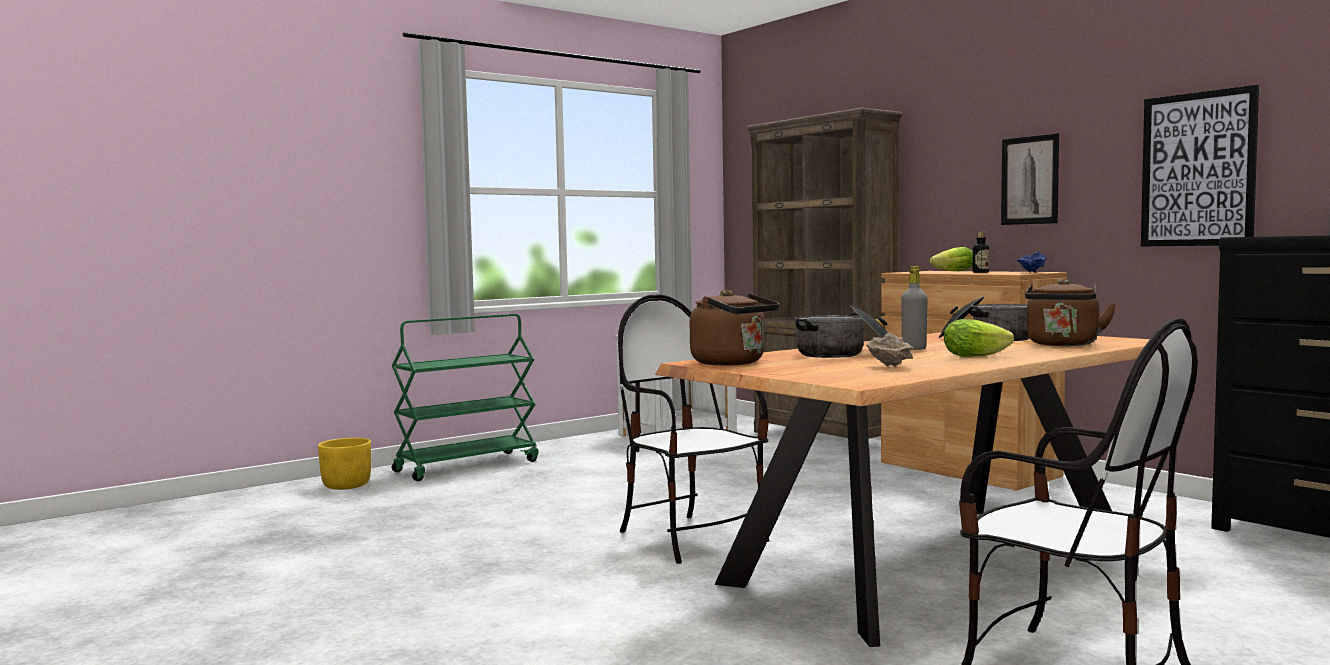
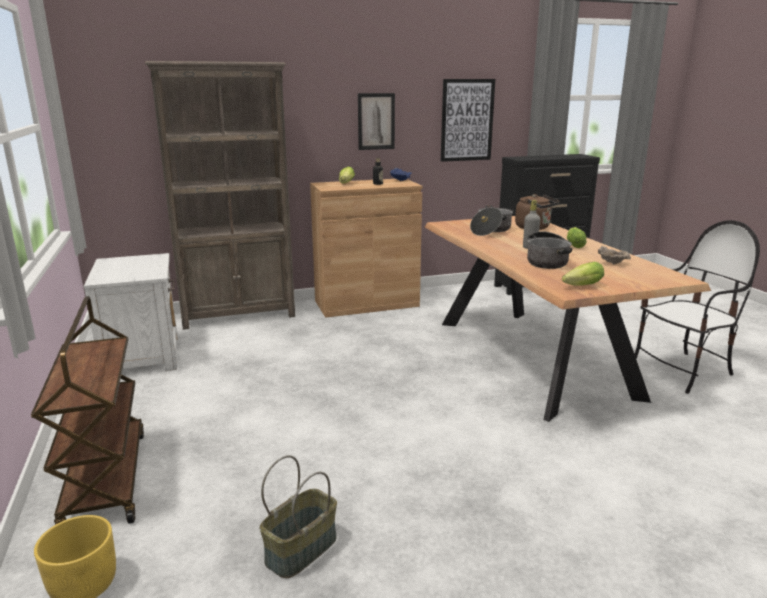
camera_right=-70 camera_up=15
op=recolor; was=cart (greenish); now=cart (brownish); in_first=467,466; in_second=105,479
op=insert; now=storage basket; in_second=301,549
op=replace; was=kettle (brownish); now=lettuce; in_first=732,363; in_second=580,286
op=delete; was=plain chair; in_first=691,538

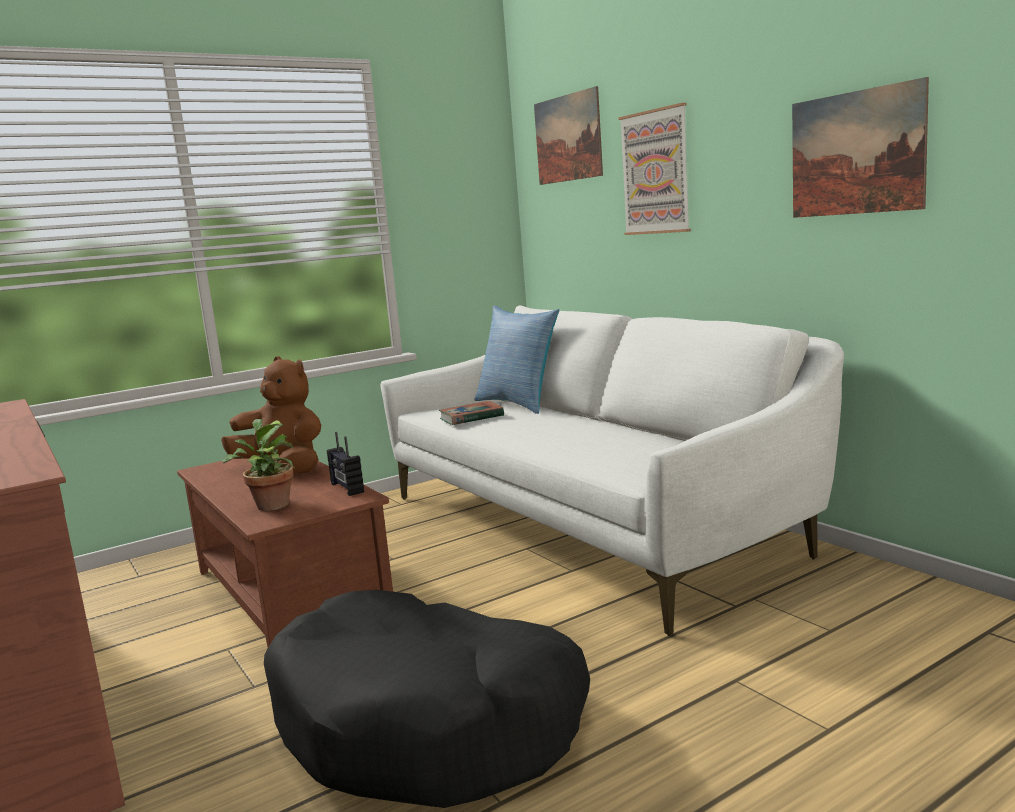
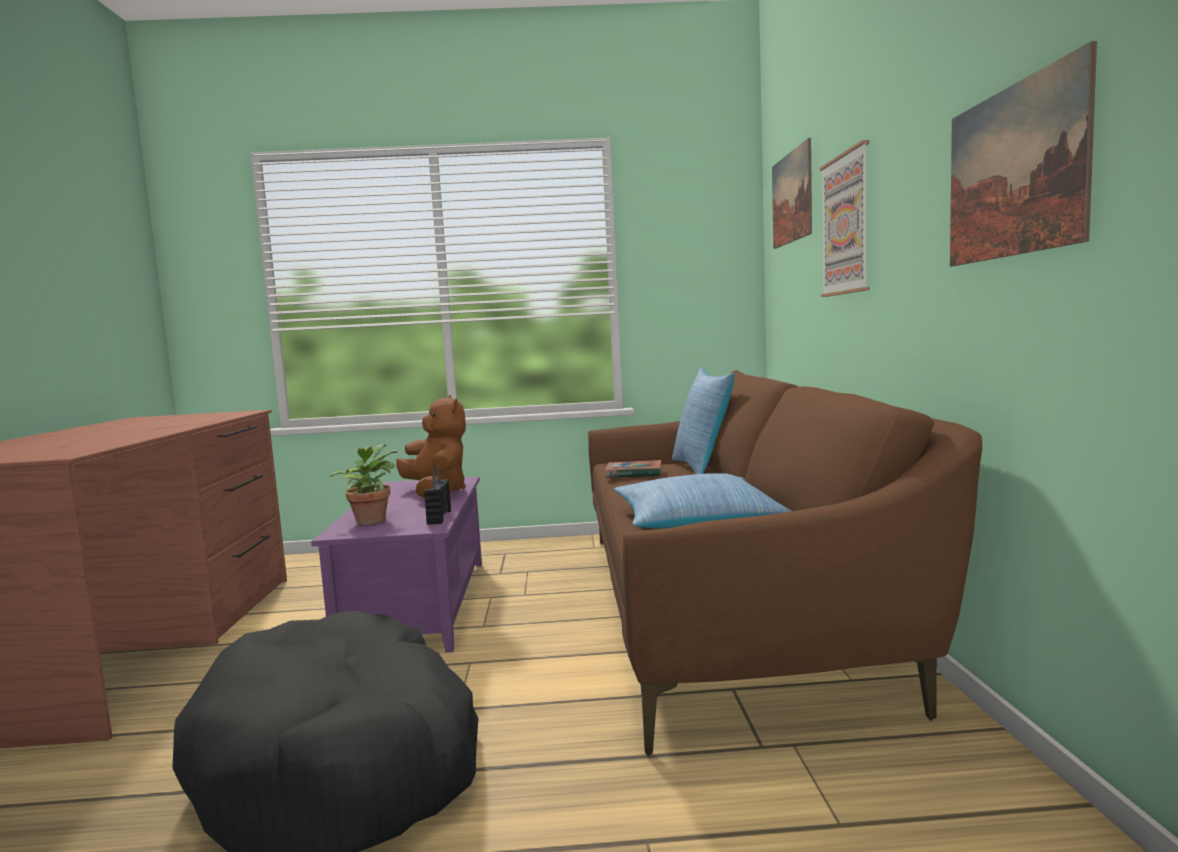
camera_right=30 camera_up=-5
op=recolor; was=coffee table (brownish); now=coffee table (purple); in_first=292,594; in_second=420,605
op=recolor; was=sofa (white); now=sofa (brownish); in_first=588,524; in_second=724,606
op=insert; now=pillow; in_second=695,521

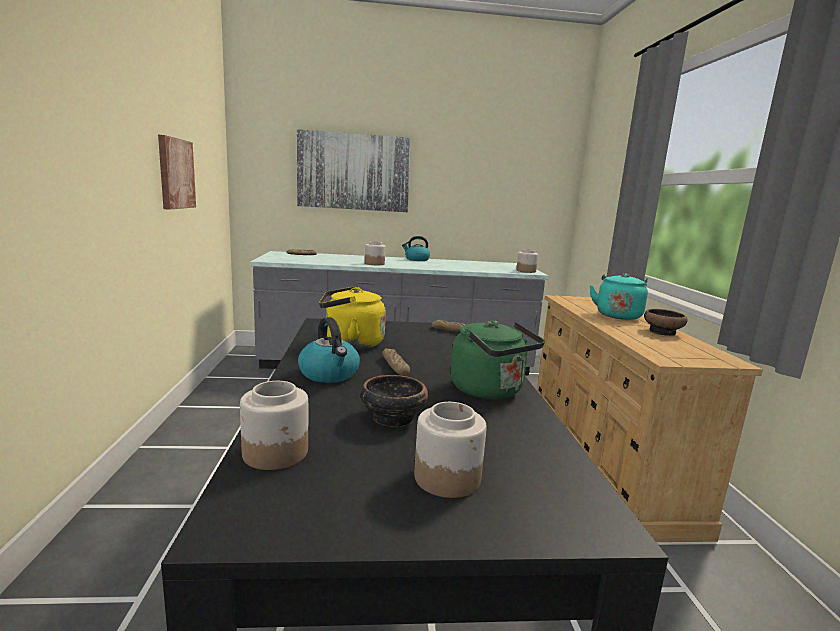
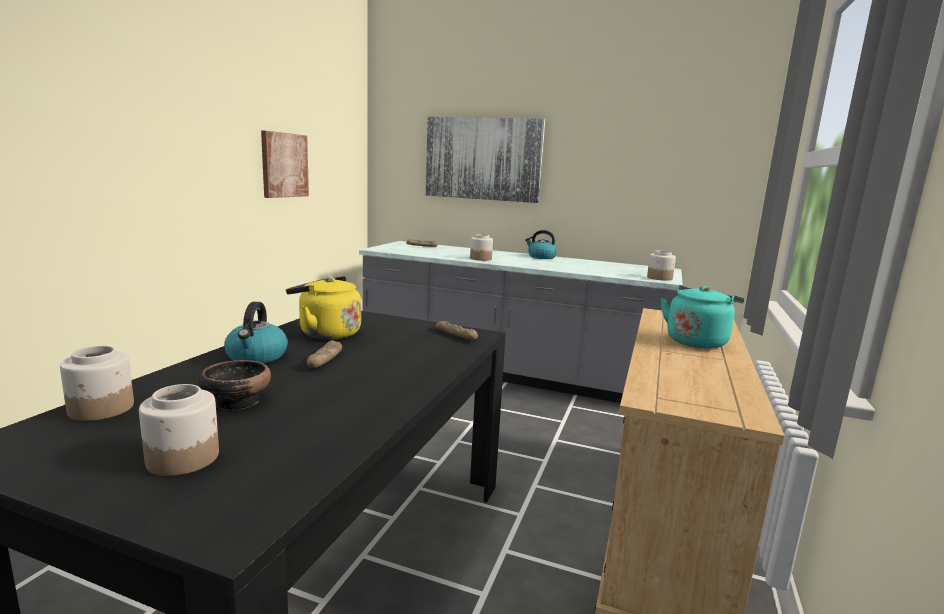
camera_right=25 camera_up=0
op=delete; was=kettle (greenish); in_first=490,391
op=delete; was=serving bowl; in_first=662,332

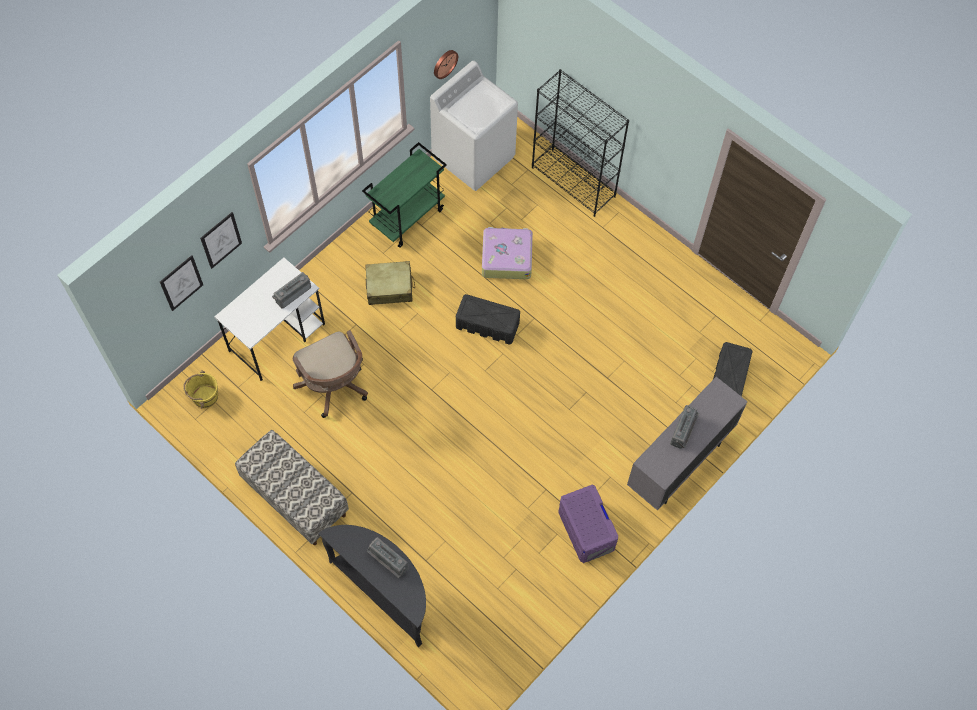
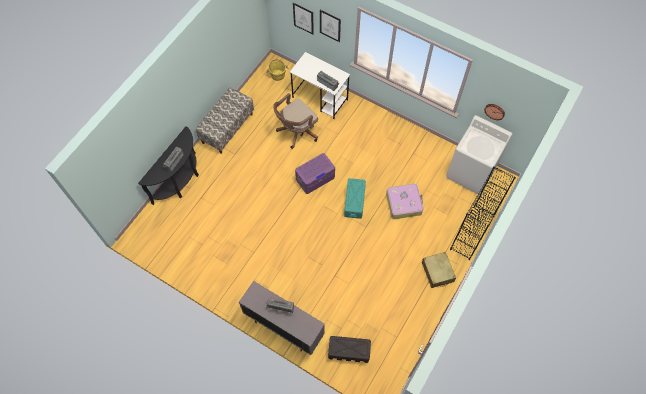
camera_right=80 camera_up=0
op=move; was=storage box (purple); in_first=586,529; in_second=315,178
op=recolor; was=storage box (black-coloured); now=storage box (blue-green); in_first=488,325; in_second=354,202
op=move; was=suitcase (beige-coloured); in_first=390,287; in_second=437,272
op=delete; was=cart (greenish); in_first=407,217

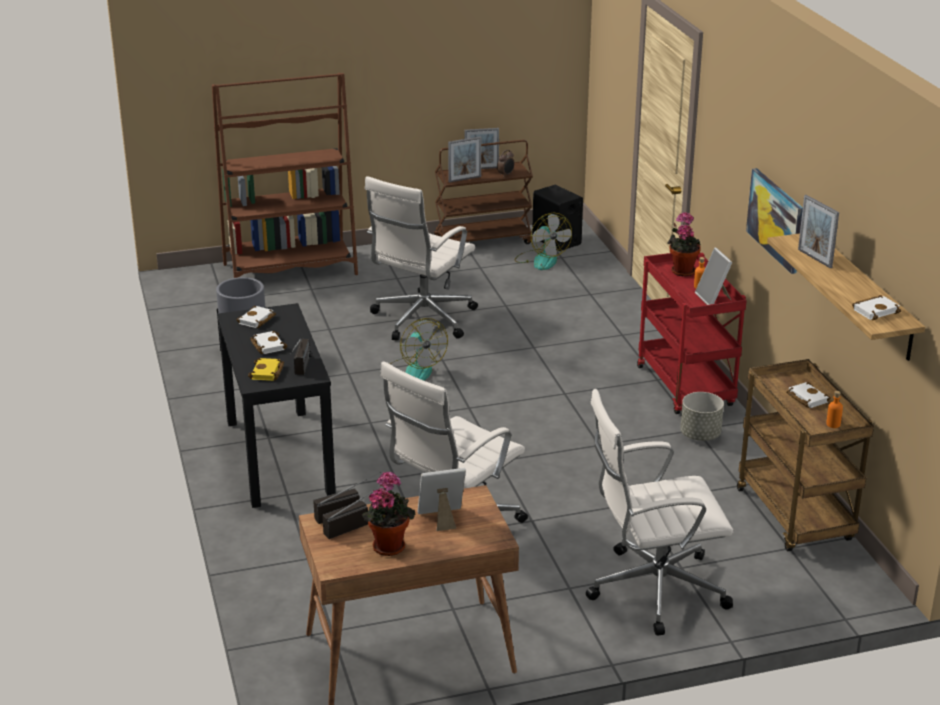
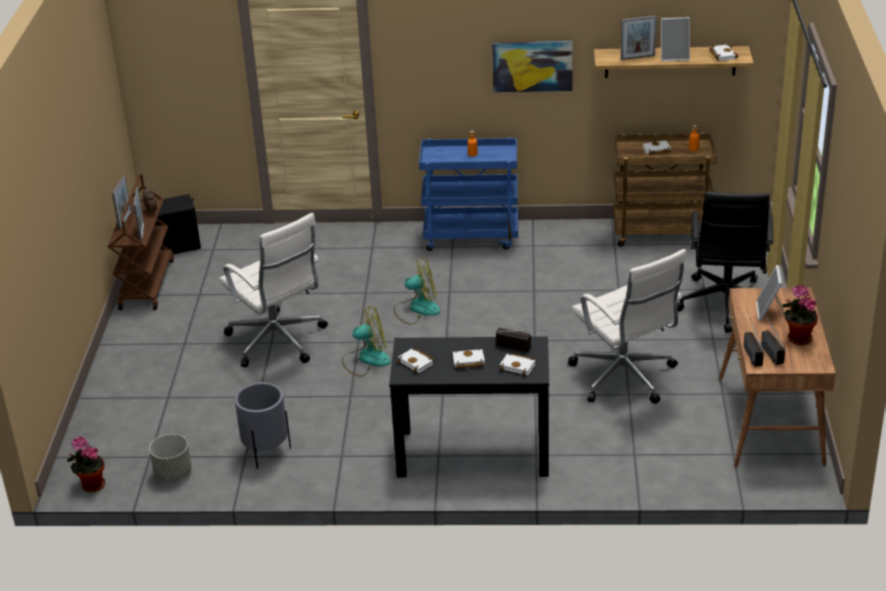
camera_right=-70 camera_up=5
op=move; was=plant in a pot; in_first=682,270; in_second=91,485
op=move; was=flower pot (grey); in_first=700,435; in_second=173,474
op=move; was=electric fan; in_first=541,259; in_second=417,309
op=recolor; was=cart (reddish); now=cart (bluish); in_first=686,388; in_second=472,236
op=recolor; was=volume (yellow); now=volume (white); in_first=267,373; in_second=518,366
op=move; was=photo frame; in_first=713,299; in_second=674,56
op=recolor; was=desk chair (white); now=desk chair (black-coloured); in_first=652,589; in_second=725,305
op=delete; was=bookcase (brownish); in_first=290,270

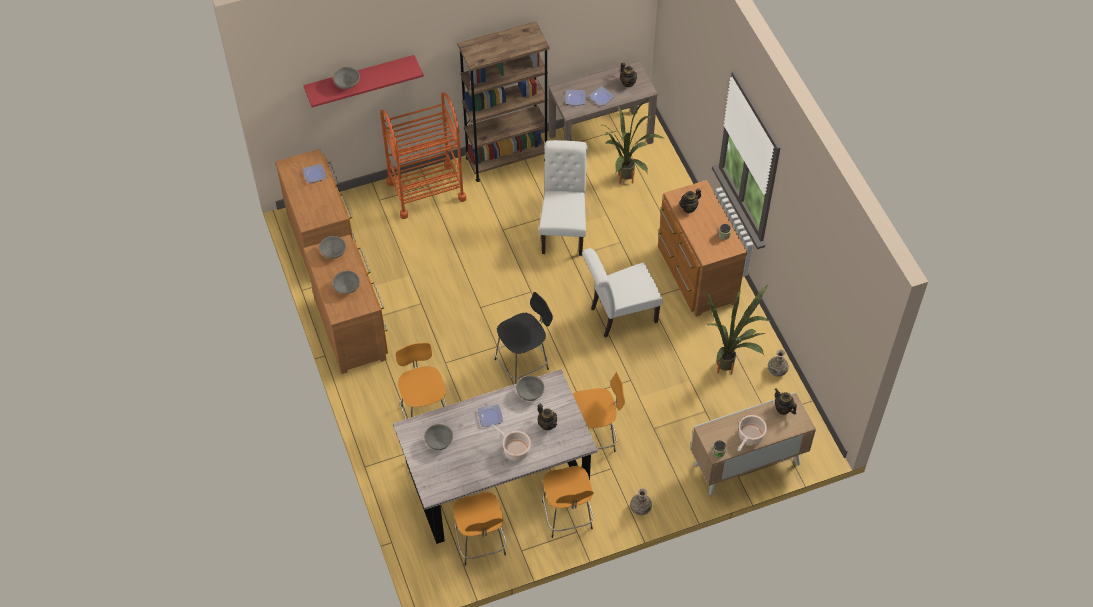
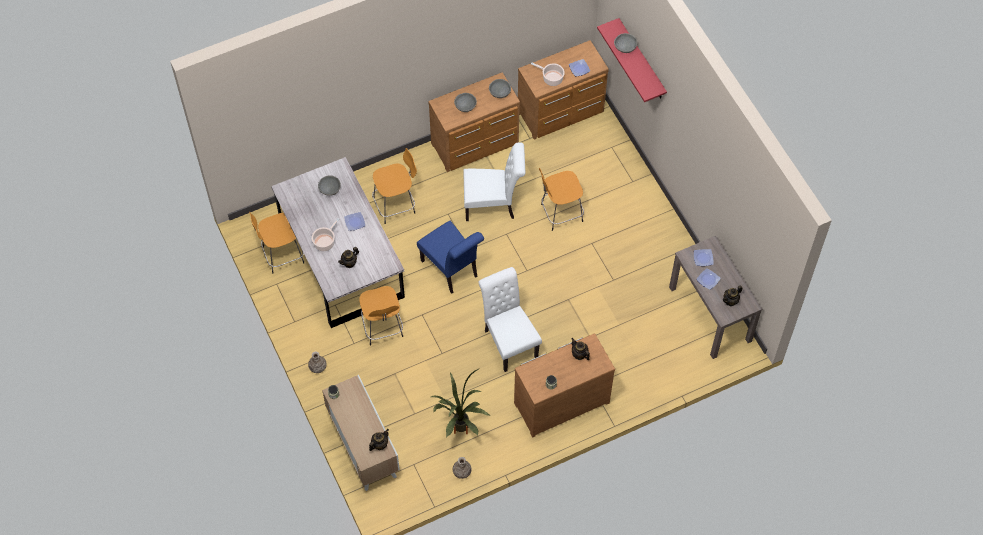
camera_right=85 camera_up=5
op=replace; was=stool seat (black-coloured); now=plain chair (bluish); in_first=523,363; in_second=452,270
op=move; was=plain chair (white); in_first=563,229; in_second=493,205
op=move; was=stockpot; in_first=750,436; in_second=551,78
op=move; was=stool seat (orangey); in_first=567,517; in_second=560,213
op=delete; was=cart (orangey); in_first=426,191
op=delete; was=bookcase (brownish); in_first=506,159
op=delete; was=serving bowl (grey); in_first=530,393
op=delete; was=plant in a pot; in_first=624,182

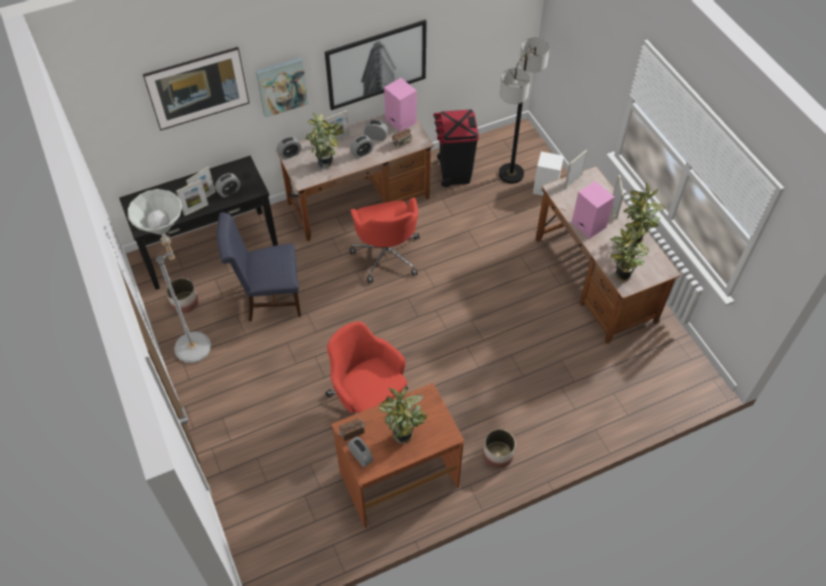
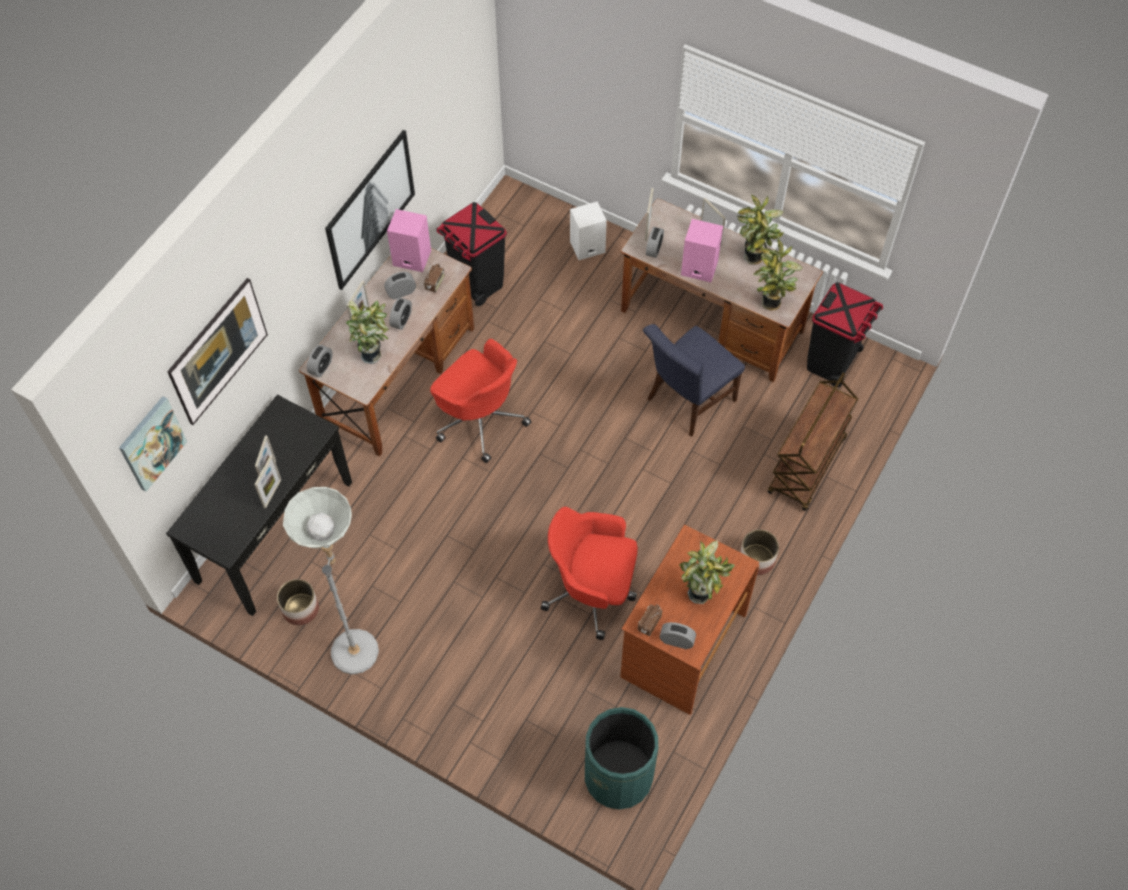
camera_right=-35 camera_up=5
op=move; was=wall picture; in_first=282,86; in_second=151,443
op=insert; now=rubbish bin (greenish); in_second=618,776
op=move; was=plain chair (bluish); in_first=268,298; in_second=687,402
op=move; was=table clock; in_first=229,191; in_second=654,249
op=insert; now=cart (brownish); in_second=807,466
op=insert; now=rubbish bin (black-coloured); in_second=832,361
op=delete; was=floor lamp; in_first=511,174

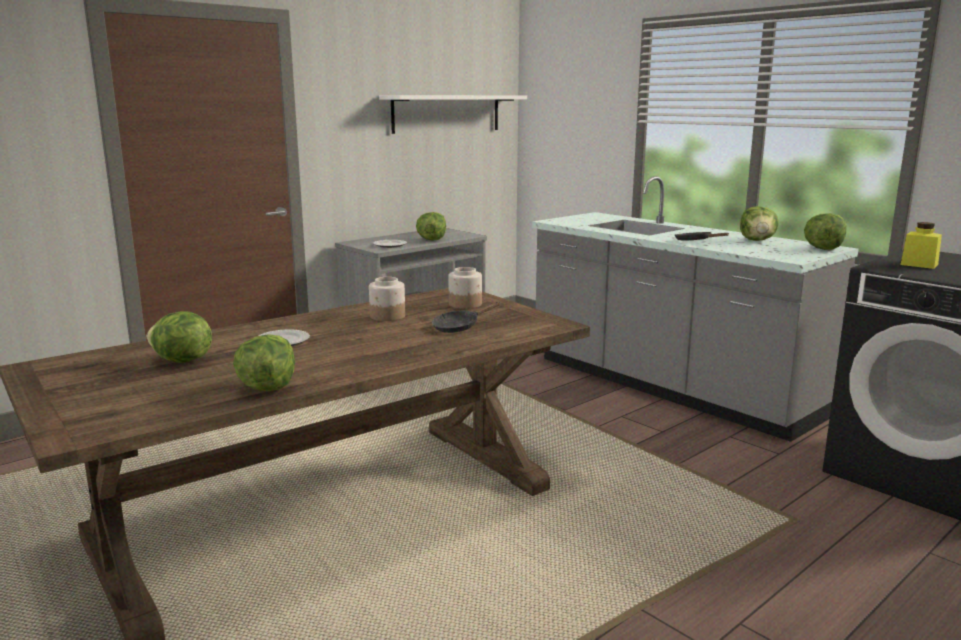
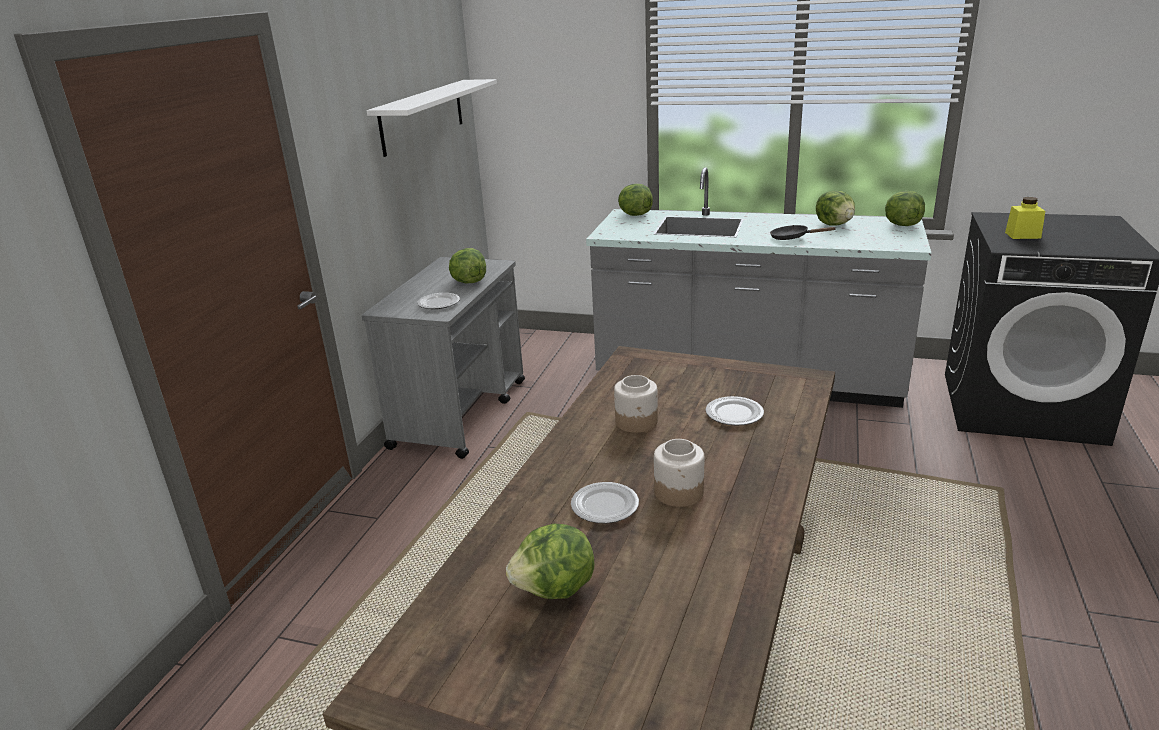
camera_right=-30 camera_up=10
op=move; was=lettuce; in_first=267,388; in_second=634,215
op=move; was=preserve jar; in_first=465,304; in_second=679,492
op=replace; was=pan (black-coloured); now=flat dish; in_first=459,327; in_second=733,414

